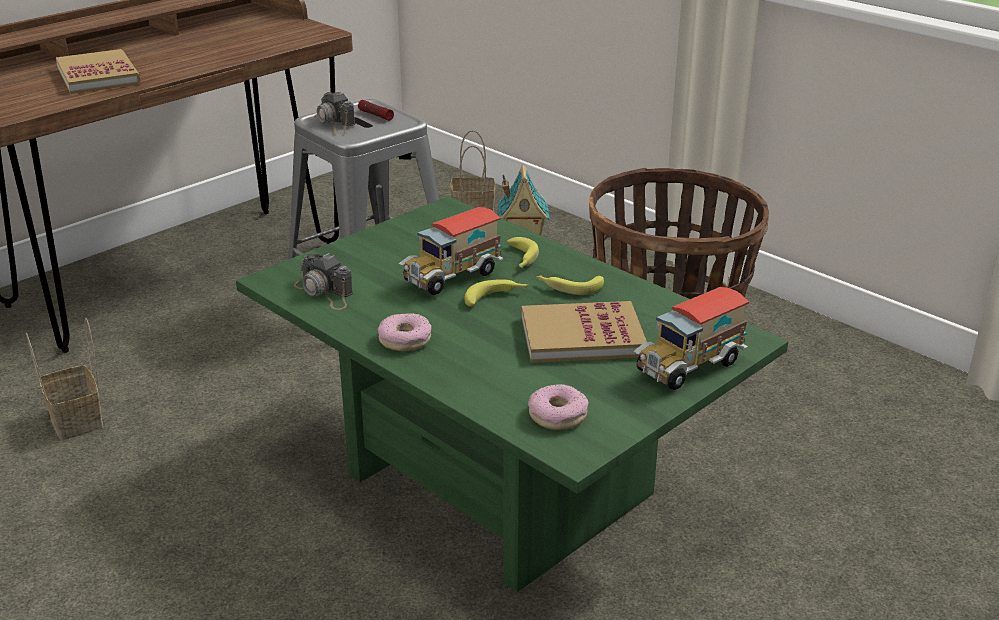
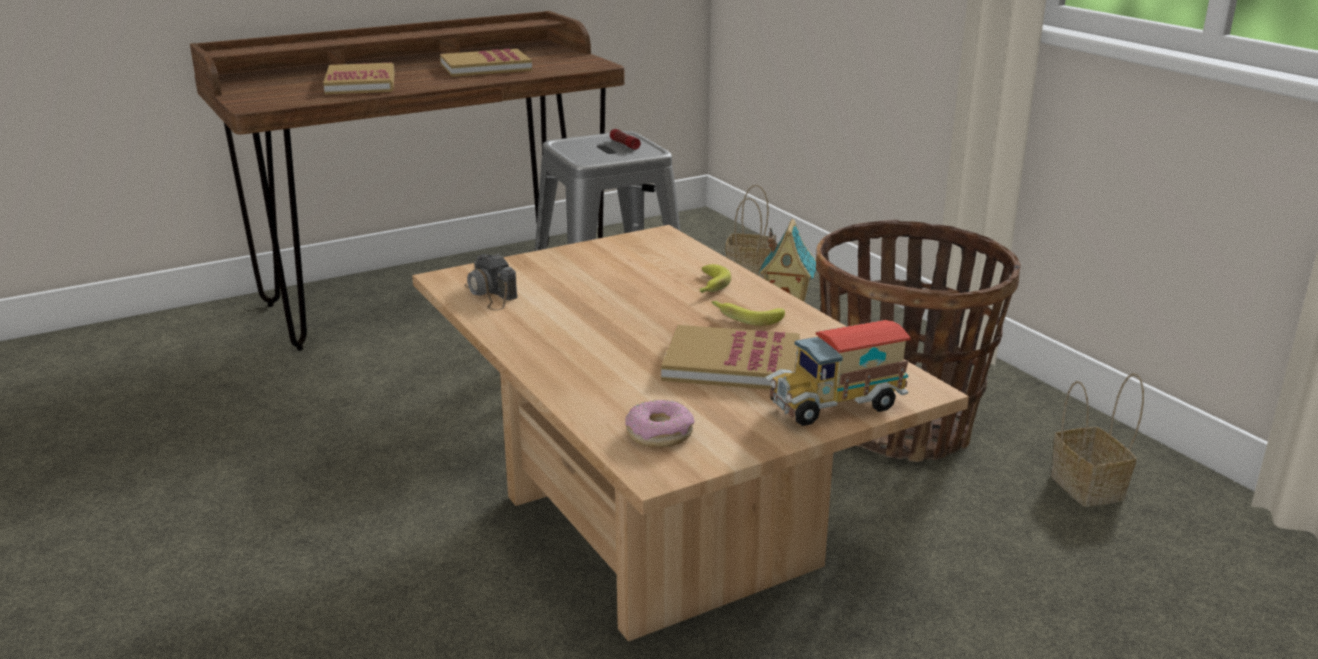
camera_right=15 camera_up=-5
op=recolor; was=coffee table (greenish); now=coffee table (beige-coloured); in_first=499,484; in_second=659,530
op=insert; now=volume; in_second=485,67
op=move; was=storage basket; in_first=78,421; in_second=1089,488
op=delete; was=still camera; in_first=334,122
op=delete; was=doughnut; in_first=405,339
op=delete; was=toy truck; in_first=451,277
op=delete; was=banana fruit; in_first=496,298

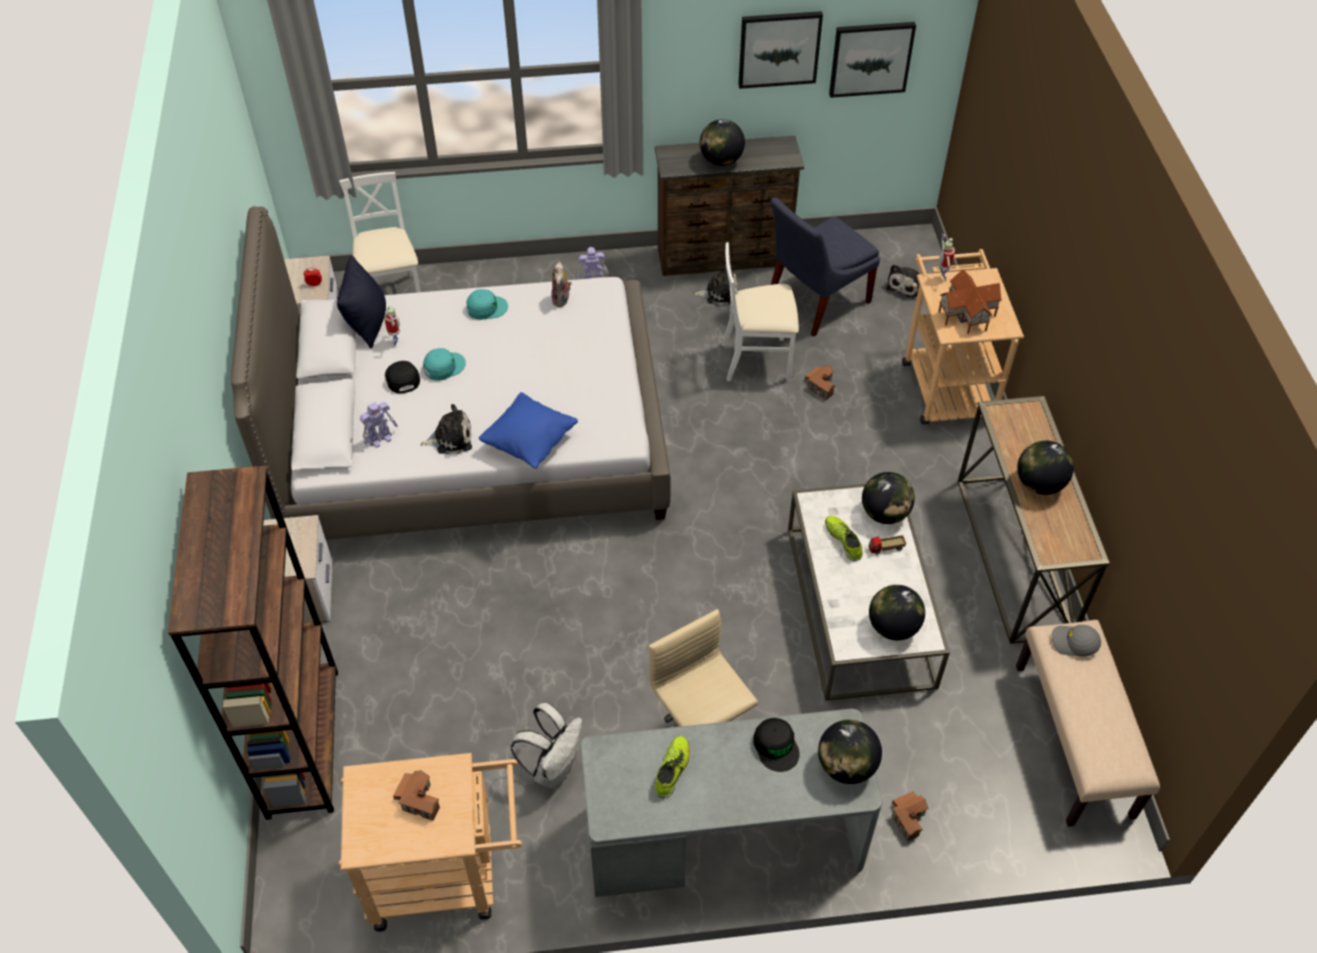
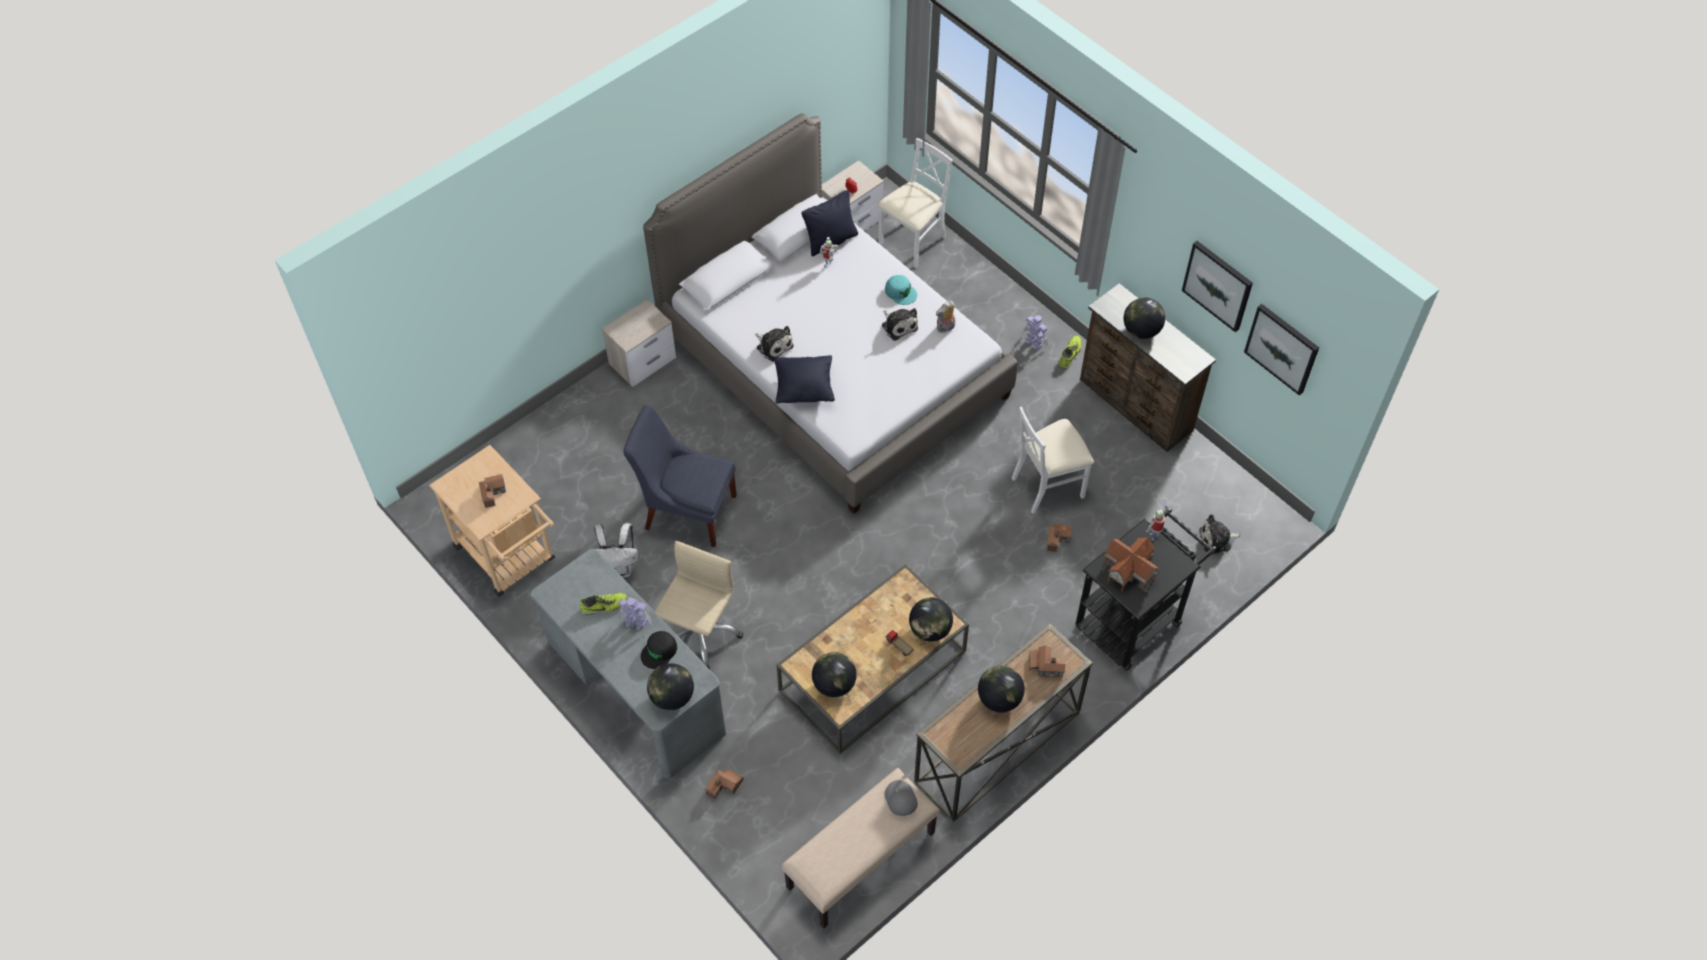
camera_right=55 camera_up=5
op=move; was=robot figure; in_first=381,438; in_second=636,622
op=move; was=plain chair (bluish); in_first=815,301; in_second=686,510
op=recolor; was=pillow (bluish); now=pillow (black-coloured); in_first=529,443; in_second=804,389
op=recolor; was=coffee table (white); now=coffee table (brownish); in_first=860,606; in_second=873,671
op=move; was=soft toy; in_first=719,293; in_second=898,325
op=rotate; was=plain chair (white); in_first=757,360; in_second=1048,485; clockwise=-75
op=insert; now=miniature house; in_second=1045,666
op=move; was=shoe; in_first=843,540; in_second=1070,354
op=recolor; was=cart (beige-coloured); now=cart (black-coloured); in_first=945,382; in_second=1134,618
op=delete; was=bookcase (brownish); in_first=303,742
op=delete; was=peaked cap (black-coloured); in_first=402,378
op=delete; was=peaked cap (blue-green); in_first=444,366

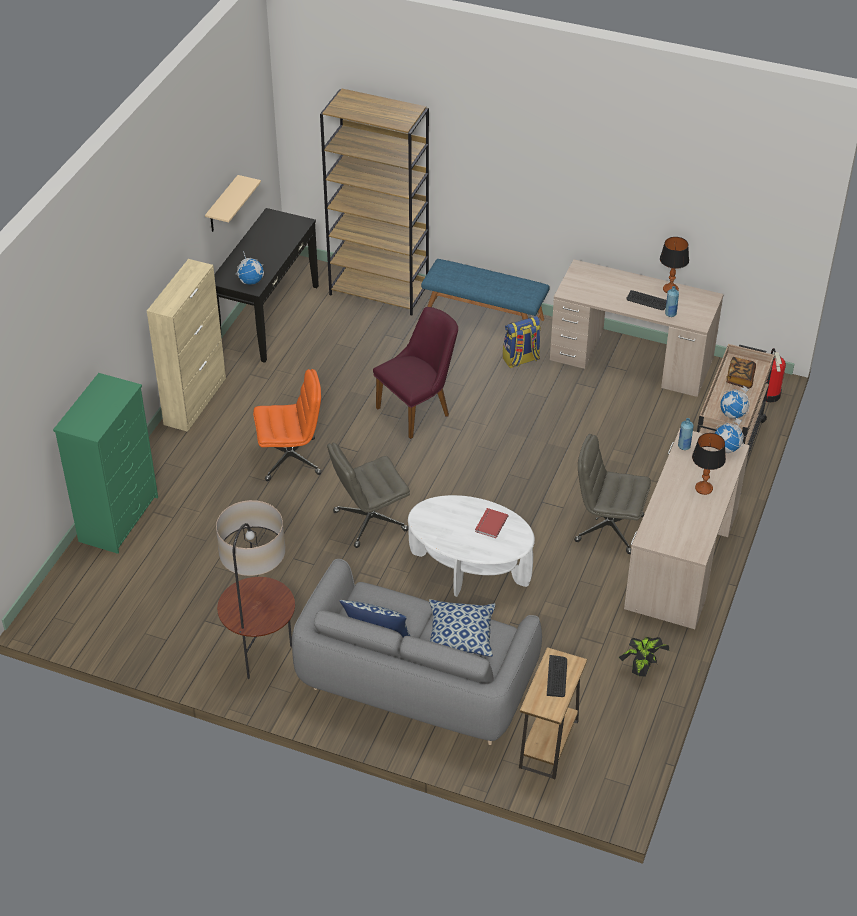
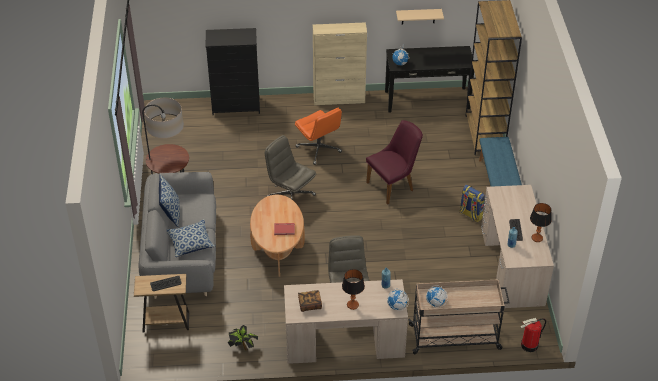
camera_right=65 camera_up=0
op=recolor; was=dresser (greenish); now=dresser (black-coloured); in_first=119,518; in_second=236,106
op=recolor; was=coffee table (white); now=coffee table (brownish); in_first=469,569; in_second=278,248
op=move; was=volume; in_first=740,378; in_second=310,304
op=rotate; was=plain chair (purple); in_first=419,409; in_second=394,185; clockwise=-60

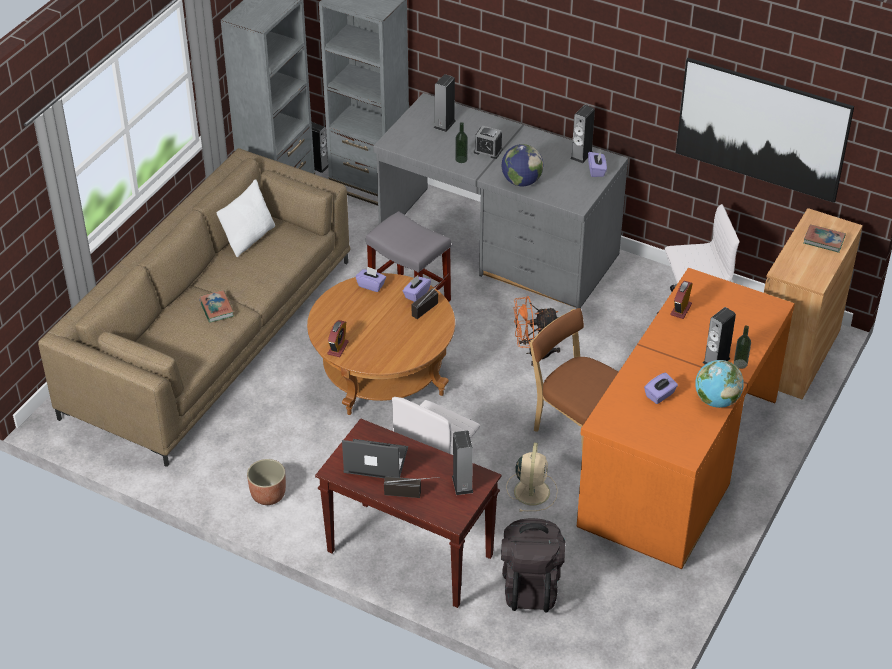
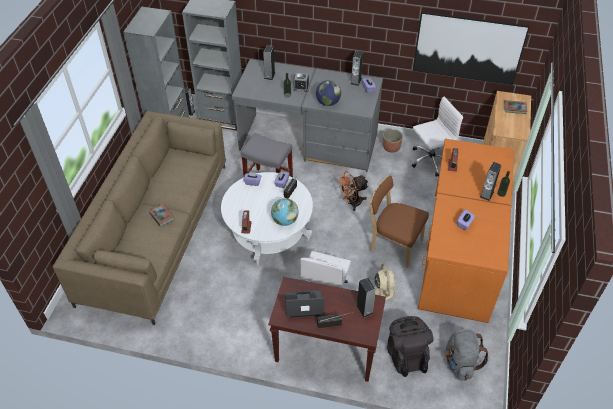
camera_right=-15 camera_up=5
op=recolor; was=coffee table (brownish); now=coffee table (white); in_first=383,372; in_second=268,232
op=move; was=desk globe; in_first=716,400; in_second=284,221
op=move; was=flower pot; in_first=268,495; in_second=391,148
op=insert; now=rucksack (grey); in_second=460,363
op=delete; was=pillow (white); in_first=249,238

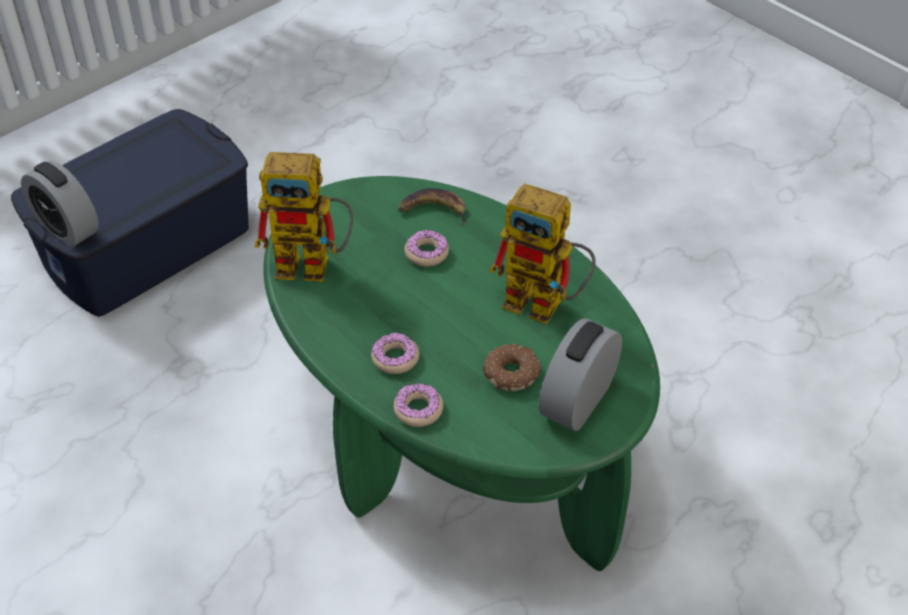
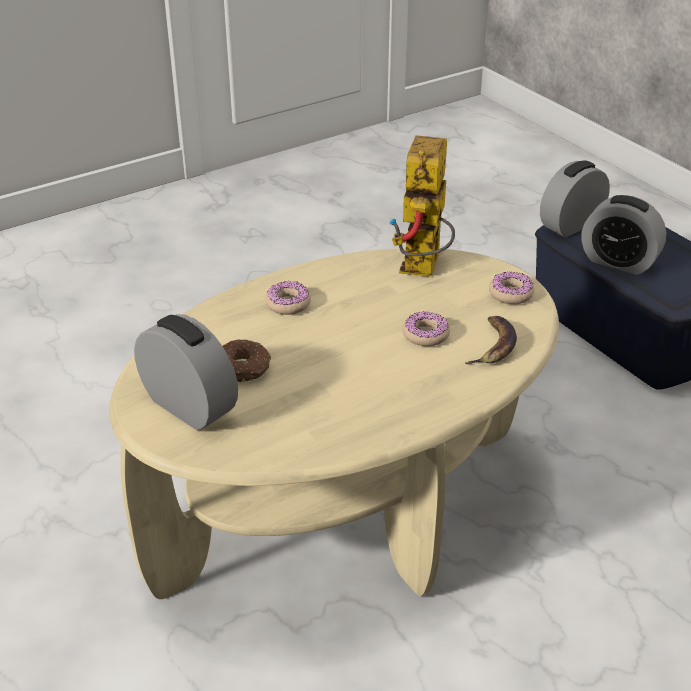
camera_right=100 camera_up=-10
op=recolor; was=coffee table (greenish); now=coffee table (beige-coloured); in_first=453,443; in_second=345,509
op=move; was=doughnut; in_first=418,410; in_second=510,294
op=insert; now=table clock; in_second=618,262
op=delete; was=robot figure; in_first=545,304

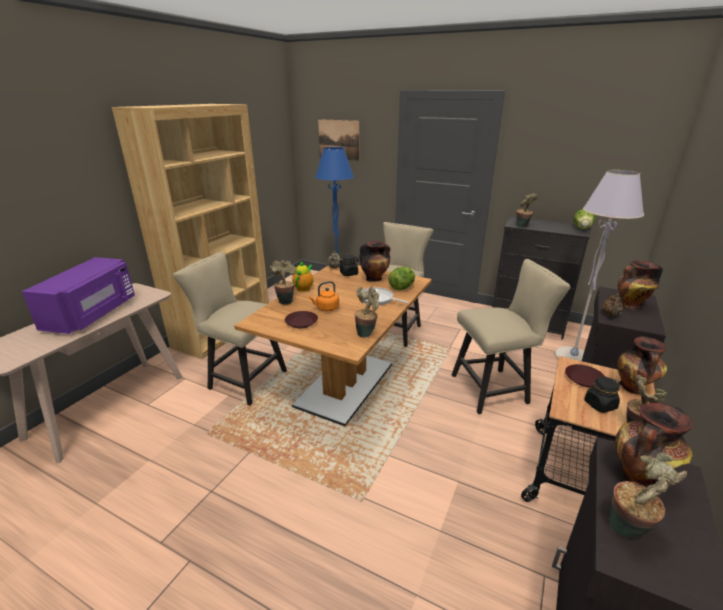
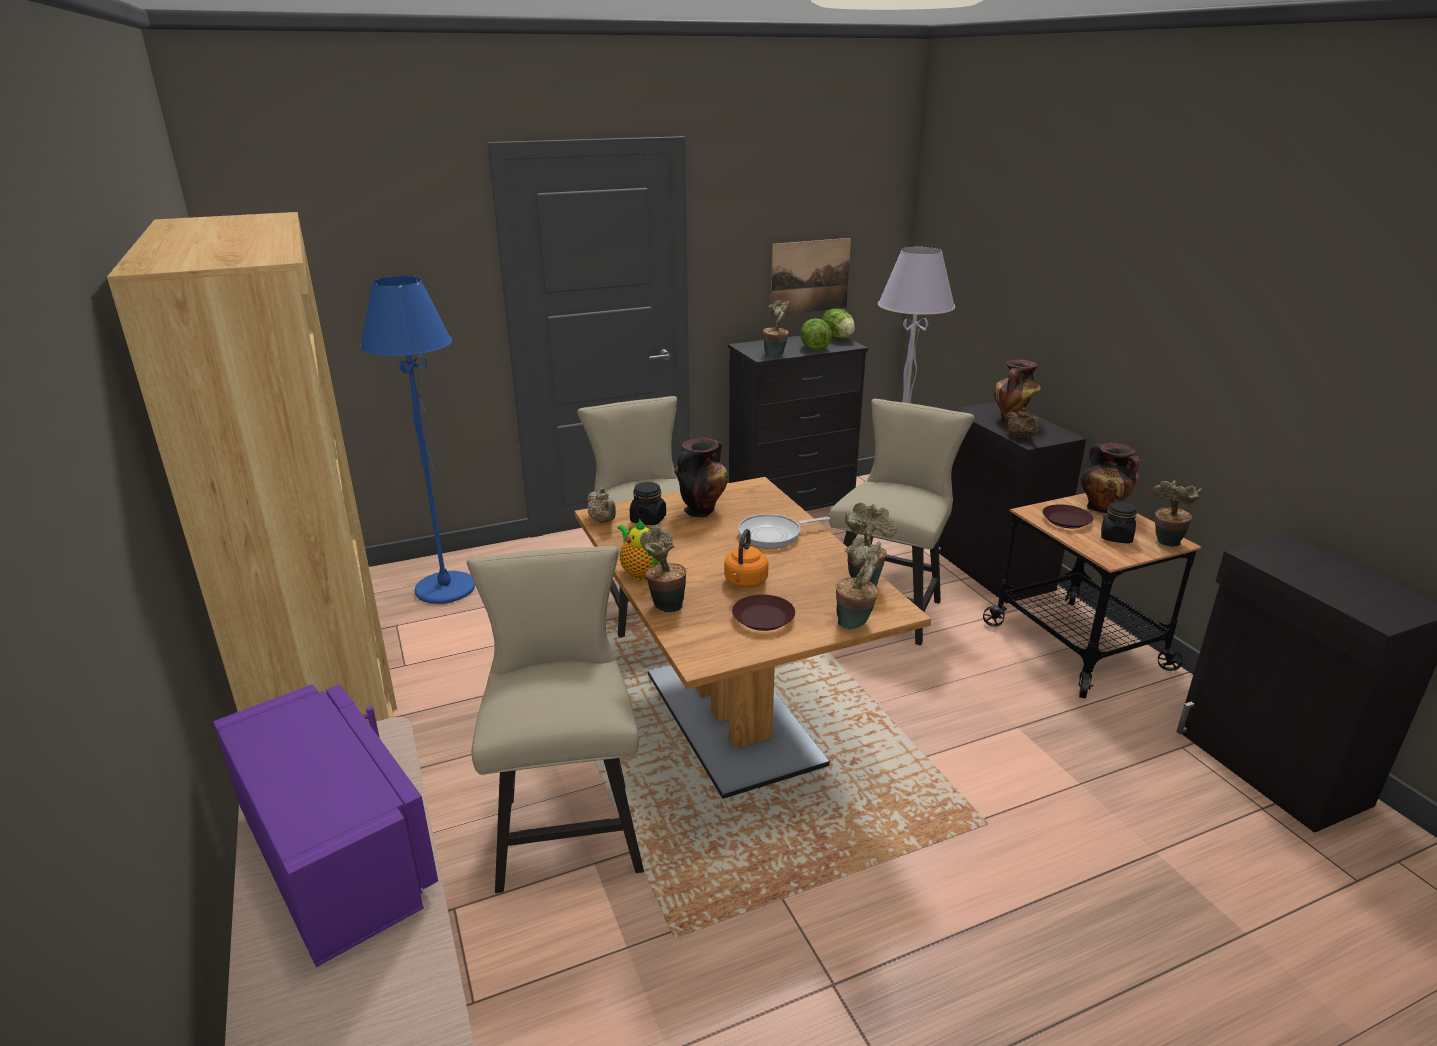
camera_right=-50 camera_up=0
op=rotate; was=plain chair (beige-coloured); in_first=243,379; in_second=567,825; clockwise=105
op=move; was=wall picture; in_first=339,140; in_second=810,276
op=move; was=lettuce; in_first=401,288; in_second=814,348
op=move; was=plant in a pot; in_first=628,530; in_second=856,623
op=delete; was=vase; in_first=639,478

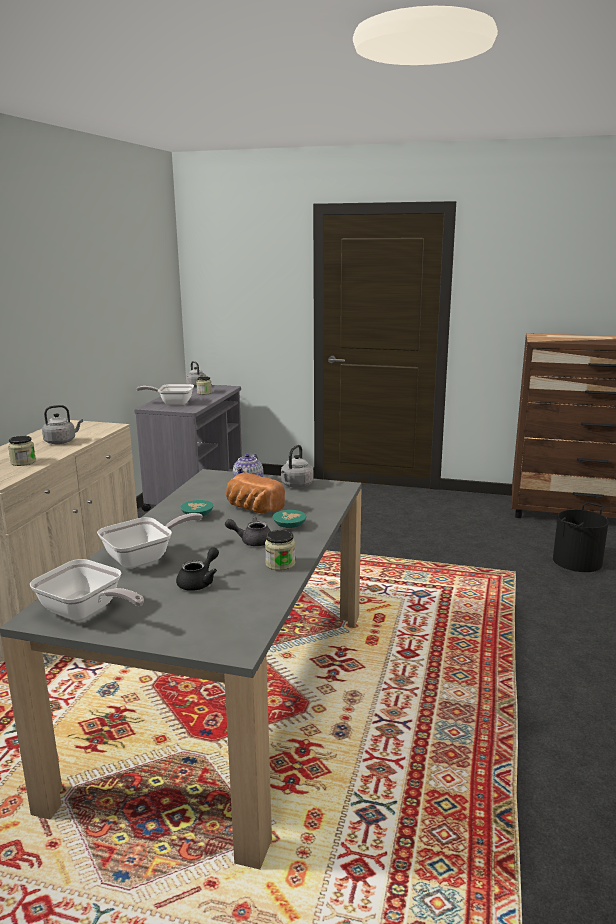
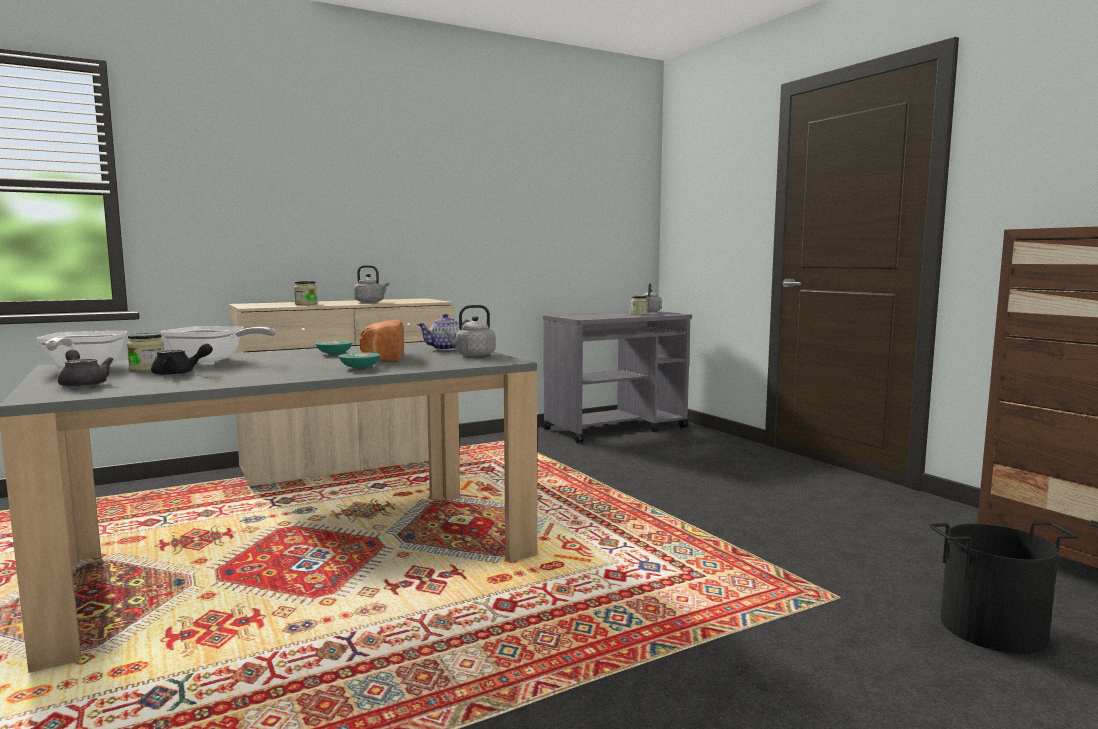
camera_right=45 camera_up=-10
op=move; was=teapot (grey); in_first=252,541; in_second=83,384
op=move; was=preserve jar; in_first=280,564; in_second=147,368
op=delete; was=pan; in_first=173,403

